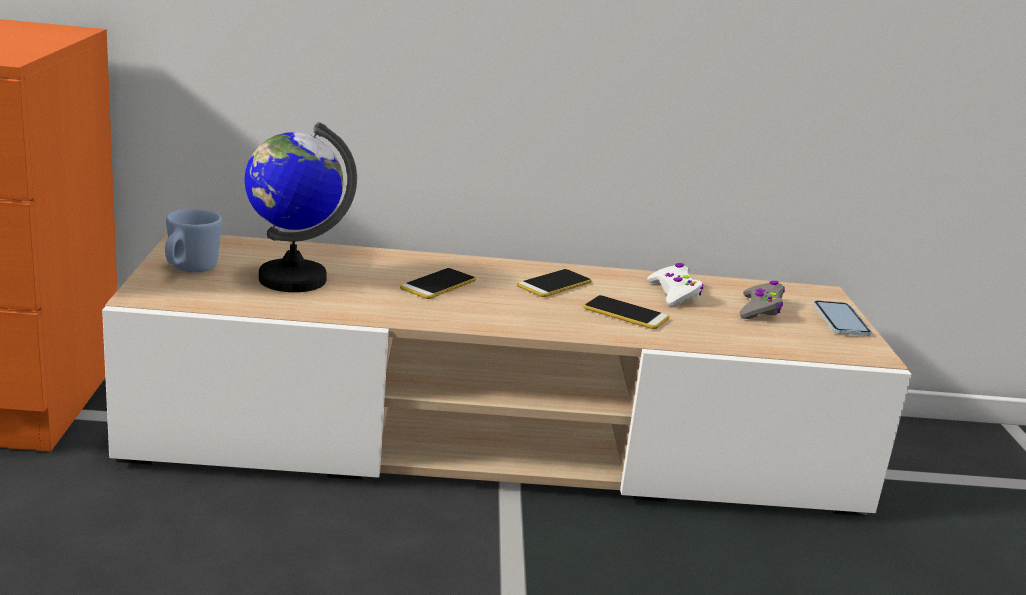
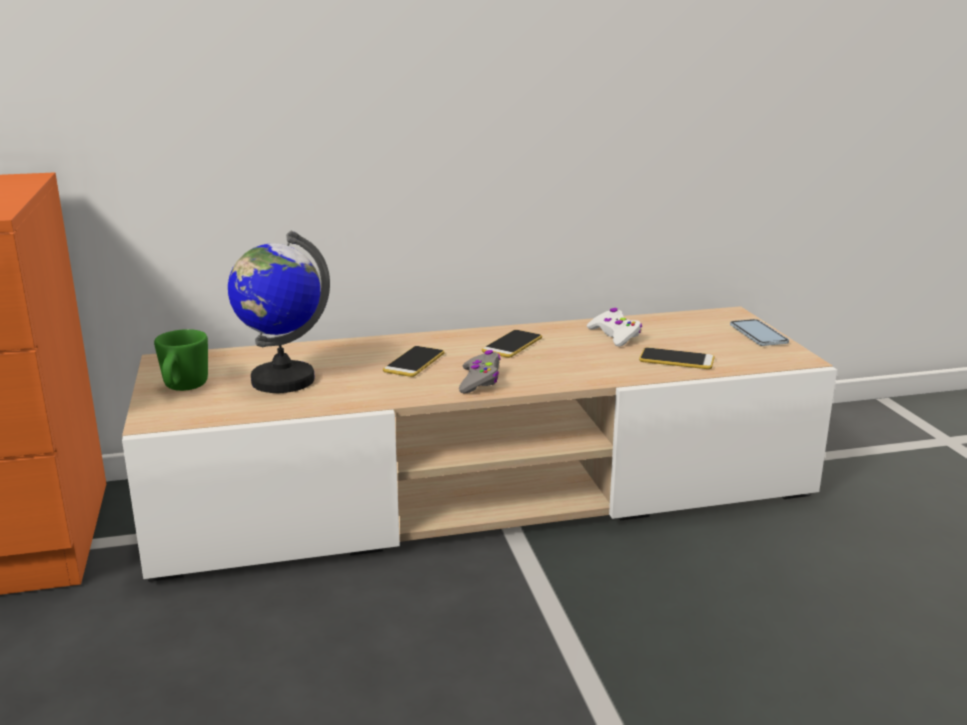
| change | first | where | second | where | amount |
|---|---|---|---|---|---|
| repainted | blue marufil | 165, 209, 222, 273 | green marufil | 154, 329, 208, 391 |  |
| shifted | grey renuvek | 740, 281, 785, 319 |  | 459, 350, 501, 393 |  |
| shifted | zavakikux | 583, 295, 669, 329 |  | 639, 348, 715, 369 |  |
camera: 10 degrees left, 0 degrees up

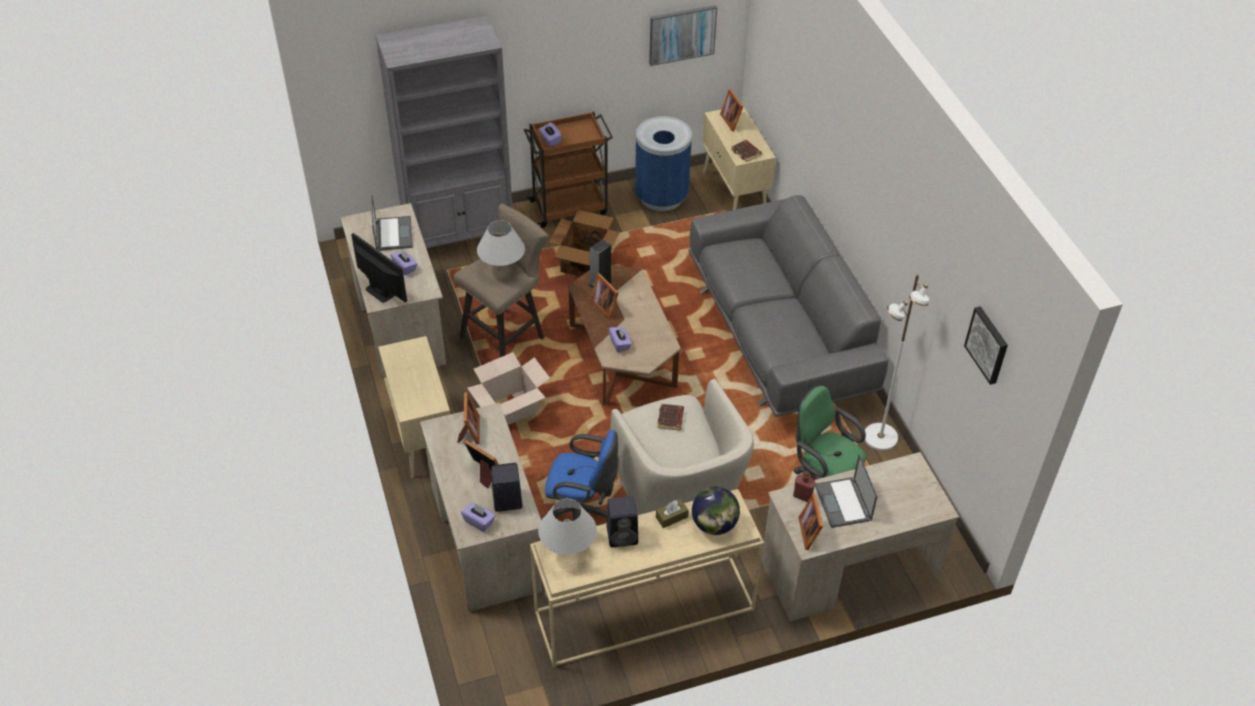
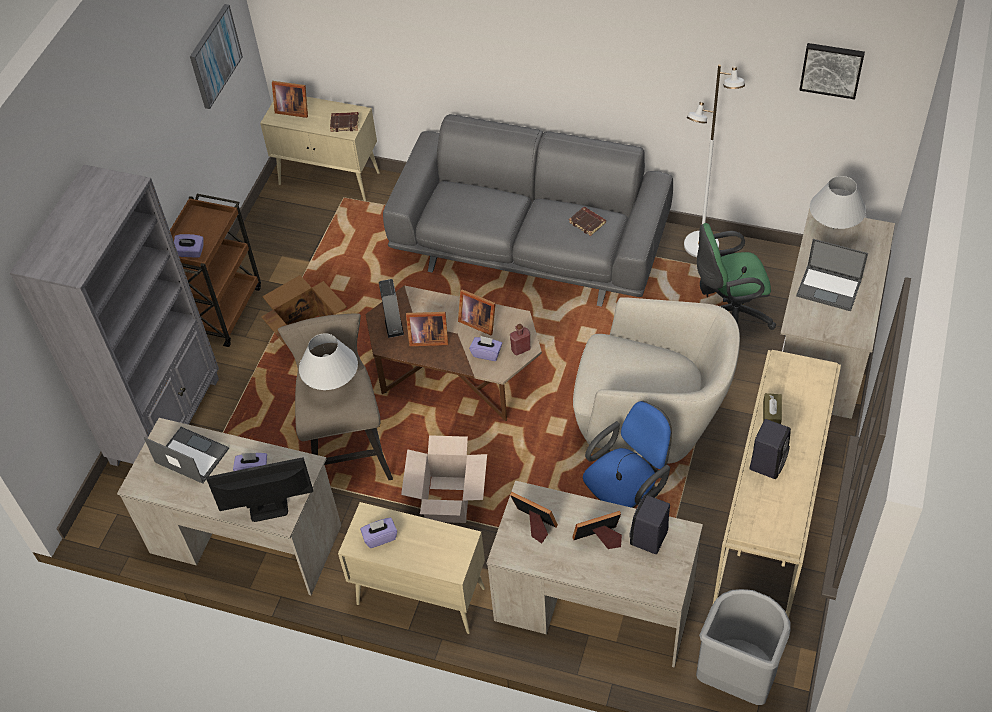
| change | first | where | second | where | amount |
|---|---|---|---|---|---|
| gone | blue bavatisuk | 635, 116, 692, 211 |  |  |  |
| shifted | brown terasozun | 658, 404, 684, 430 |  | 569, 207, 606, 236 |  |
| shifted | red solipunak | 793, 471, 816, 502 |  | 510, 324, 530, 355 |  |
| gone | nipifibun | 692, 487, 740, 535 |  |  |  |
| shifted | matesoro | 798, 494, 823, 550 |  | 458, 289, 496, 335 |  |
| shifted | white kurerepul | 538, 499, 597, 555 |  | 810, 176, 866, 230 |  |
| shifted | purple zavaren | 461, 503, 495, 532 |  | 360, 518, 397, 548 |  |
| new |  |  | grey bavatisuk | 696, 589, 790, 705 |  |
camera: 50 degrees left, 5 degrees up

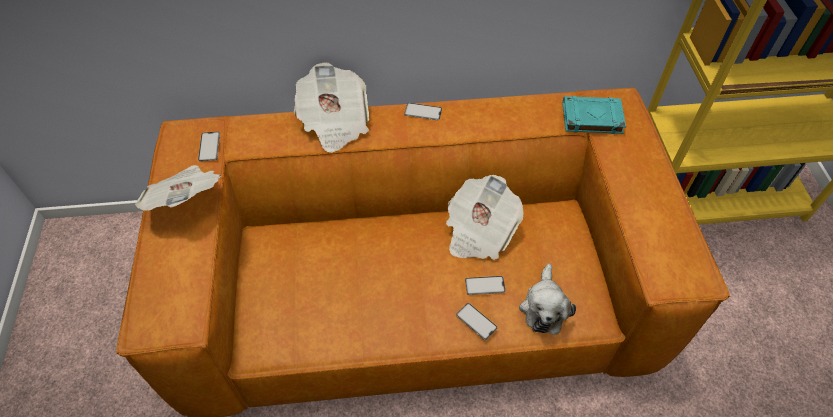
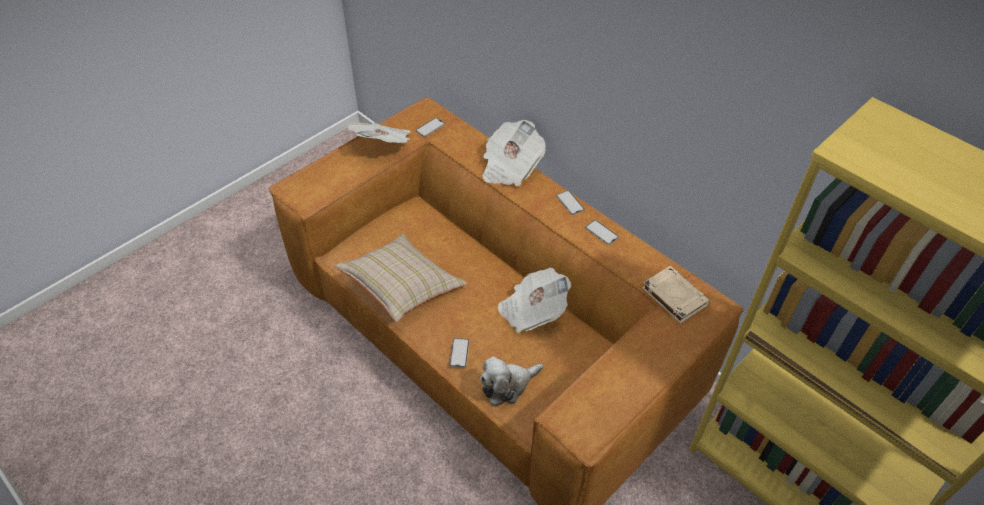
| change | first | where | second | where | amount |
|---|---|---|---|---|---|
| repainted | turquoise terasozun | 563, 96, 626, 134 | beige terasozun | 642, 266, 710, 324 |  |
| shifted | zavakikux | 465, 276, 505, 295 |  | 585, 220, 619, 245 |  |
| new |  |  | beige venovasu | 334, 234, 467, 322 |  |
camera: 50 degrees right, 5 degrees down

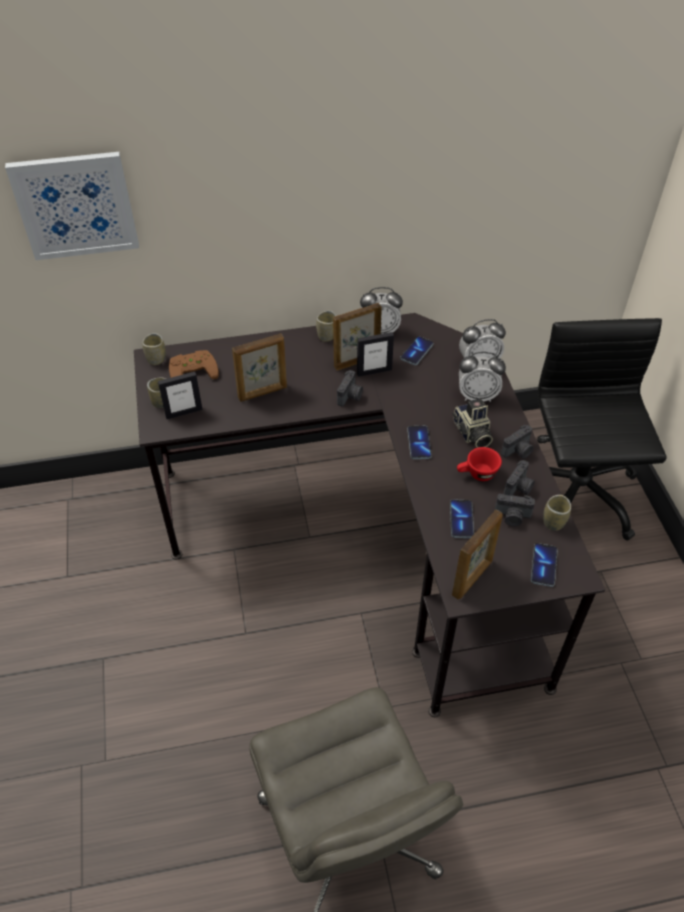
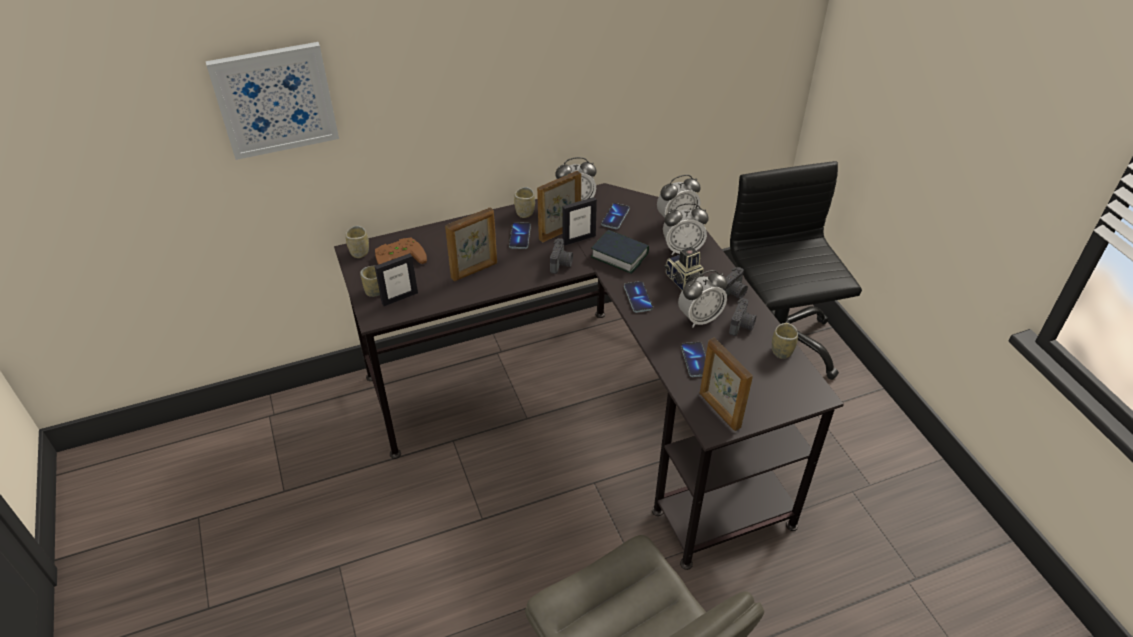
| change | first | where | second | where | amount |
|---|---|---|---|---|---|
| swapped | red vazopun | 457, 447, 502, 481 | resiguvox | 678, 270, 727, 327 |  |
| gone | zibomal | 495, 494, 535, 526 |  |  |  |
| rotated | matesoro | 452, 510, 503, 599 |  | 700, 337, 753, 431 | 120 degrees clockwise |
| shifted | zavakikux | 531, 543, 558, 587 |  | 509, 222, 531, 249 |  |
| new |  |  | terasozun | 591, 230, 649, 274 |  |
camera: 10 degrees left, 5 degrees down

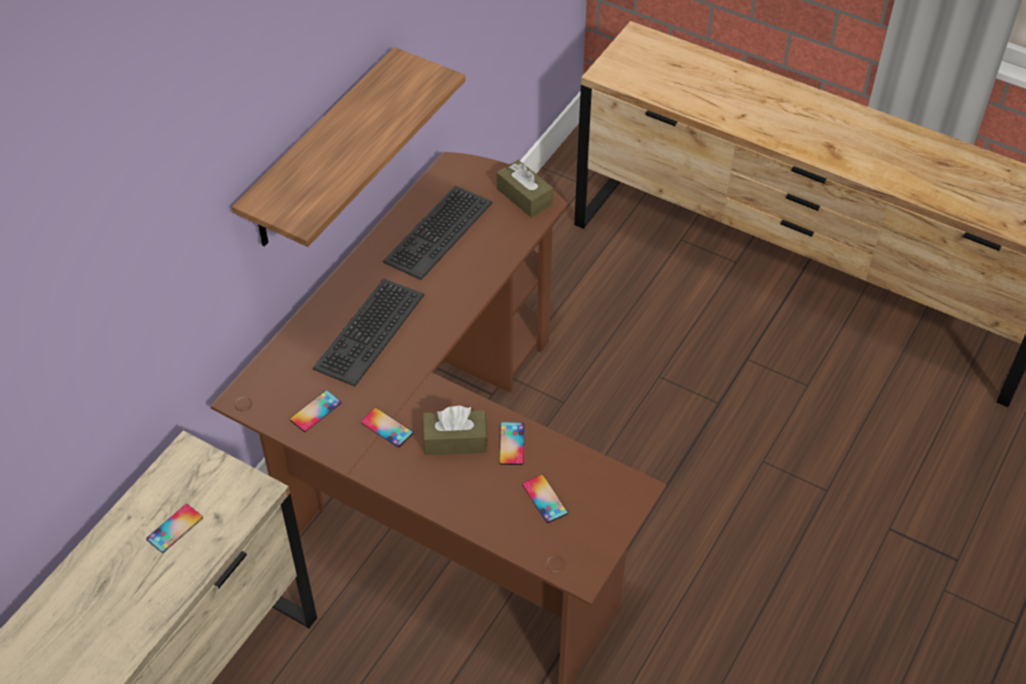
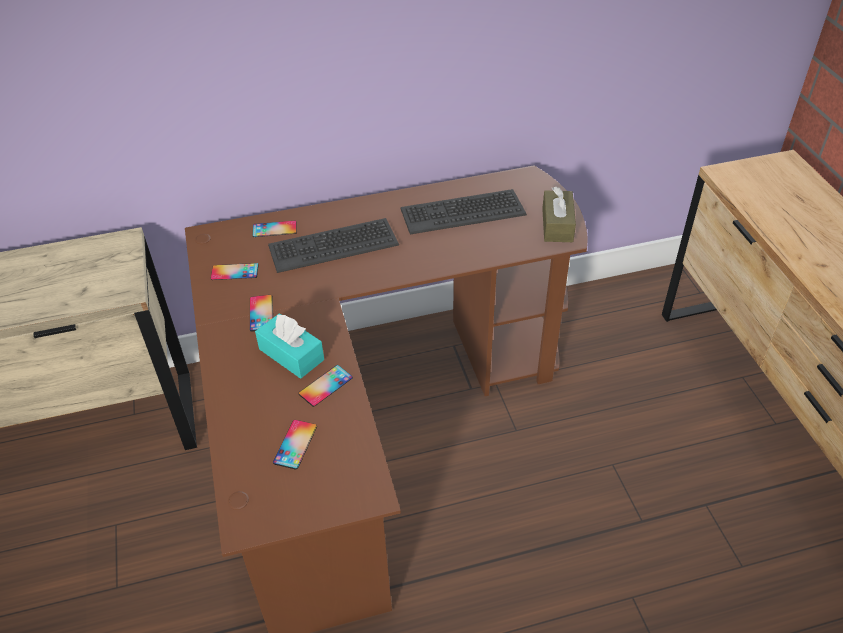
| change | first | where | second | where | amount |
|---|---|---|---|---|---|
| gone | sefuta | 232, 47, 466, 247 |  |  |  |
| repainted | brown zavaren | 422, 406, 488, 455 | turquoise zavaren | 255, 314, 324, 379 |  |
| shifted | zavakikux | 146, 504, 203, 553 |  | 253, 220, 297, 237 |  |
camera: 45 degrees right, 5 degrees down

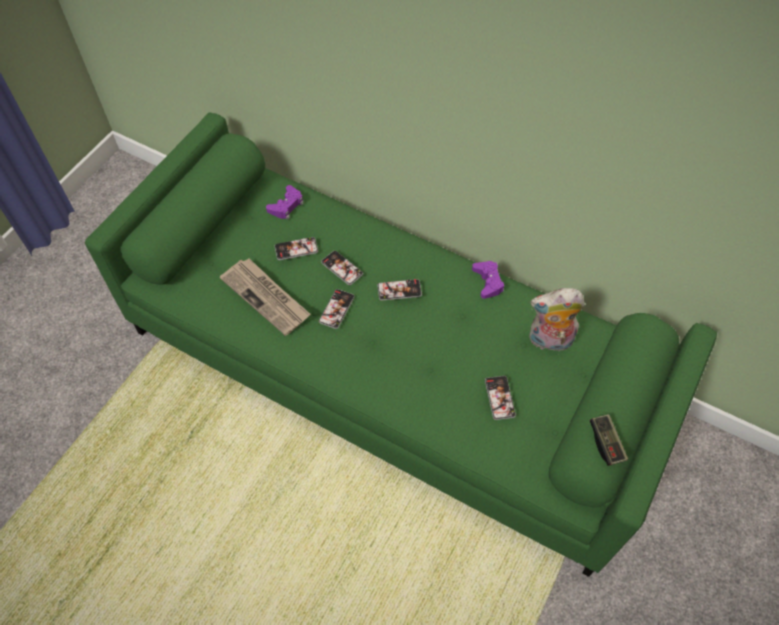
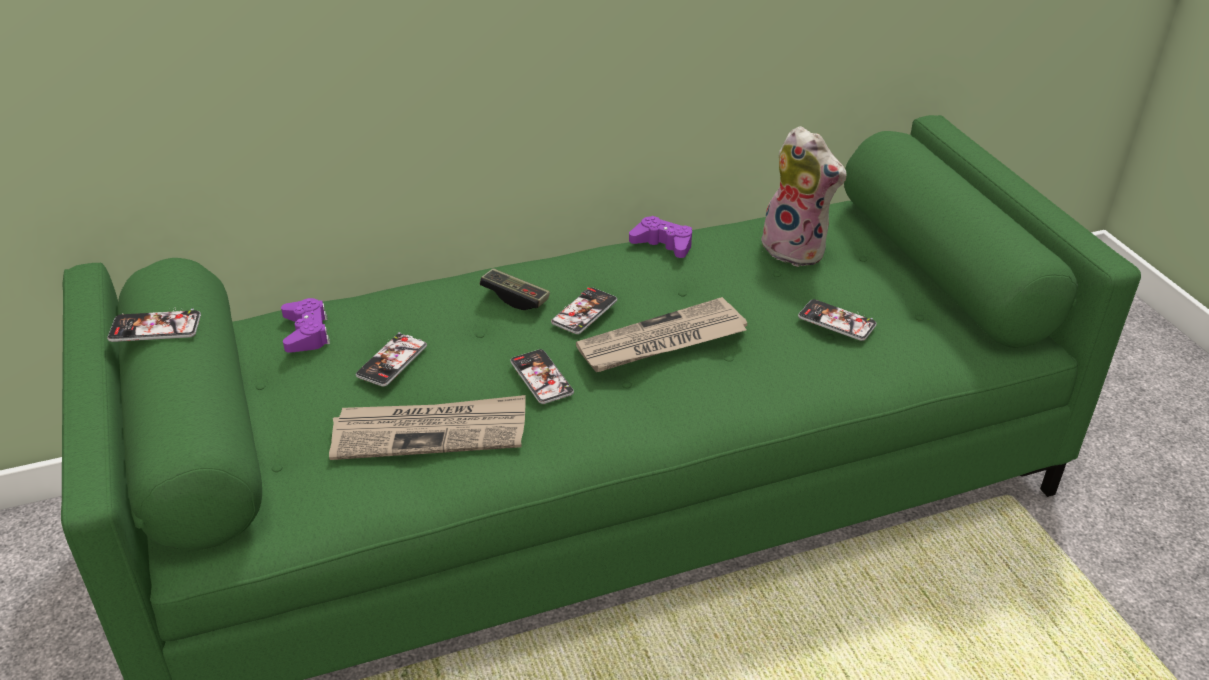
| change | first | where | second | where | amount |
|---|---|---|---|---|---|
| shifted | zavakikux | 321, 251, 363, 285 |  | 107, 308, 201, 342 |  |
| rotated | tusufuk | 529, 288, 585, 351 |  | 761, 126, 847, 267 | 90 degrees counterclockwise |
| shifted | renuvek | 590, 414, 628, 466 |  | 480, 268, 550, 310 |  |
| new |  |  | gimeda | 576, 297, 747, 372 |  |
camera: 50 degrees left, 20 degrees down

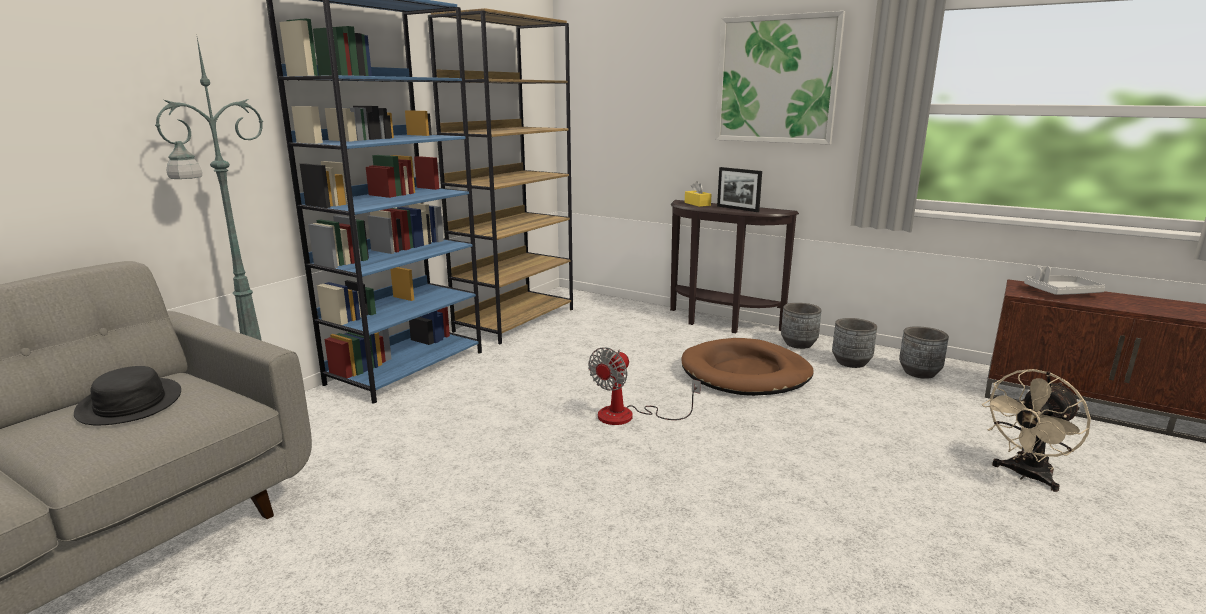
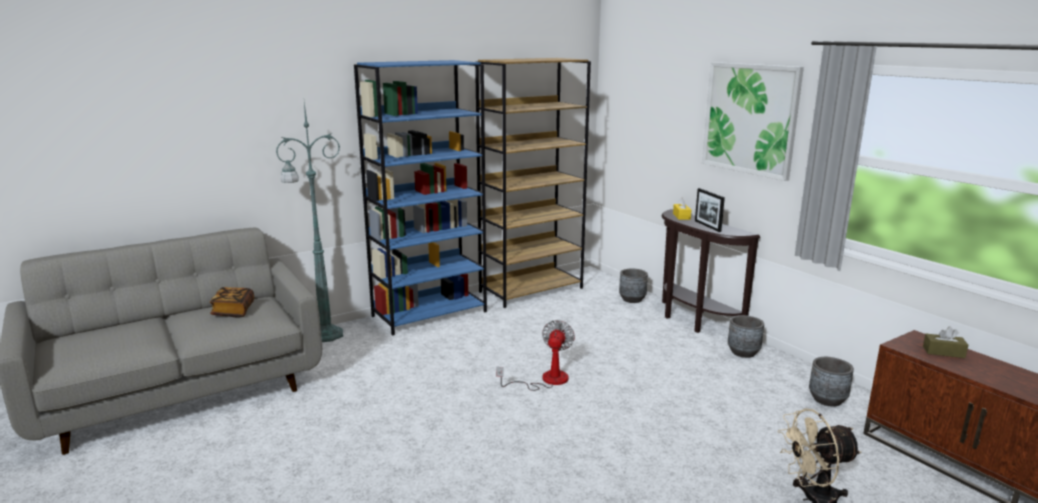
| change | first | where | second | where | amount |
|---|---|---|---|---|---|
| swapped | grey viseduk | 1024, 266, 1105, 295 | brown zavaren | 923, 327, 968, 358 |  |
| shifted | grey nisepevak | 832, 318, 877, 368 |  | 619, 269, 648, 303 |  |
| gone | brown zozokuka | 682, 338, 814, 396 |  |  |  |
| rotated | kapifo | 588, 347, 701, 425 |  | 496, 320, 575, 391 | 135 degrees clockwise |
| swapped | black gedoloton | 74, 366, 181, 425 | terasozun | 210, 287, 254, 318 |  |
camera: 25 degrees right, 0 degrees up

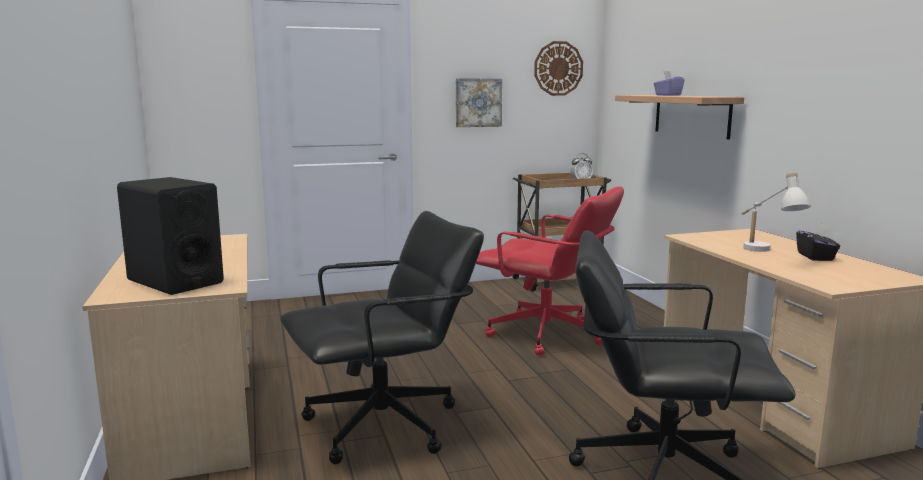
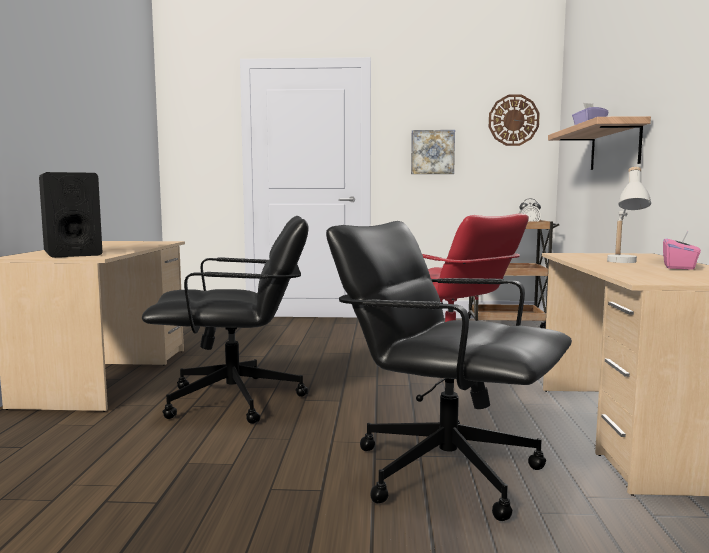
| change | first | where | second | where | amount |
|---|---|---|---|---|---|
| repainted | black zavaren | 796, 224, 840, 261 | pink zavaren | 663, 231, 701, 270 |  |
camera: 20 degrees right, 5 degrees down

